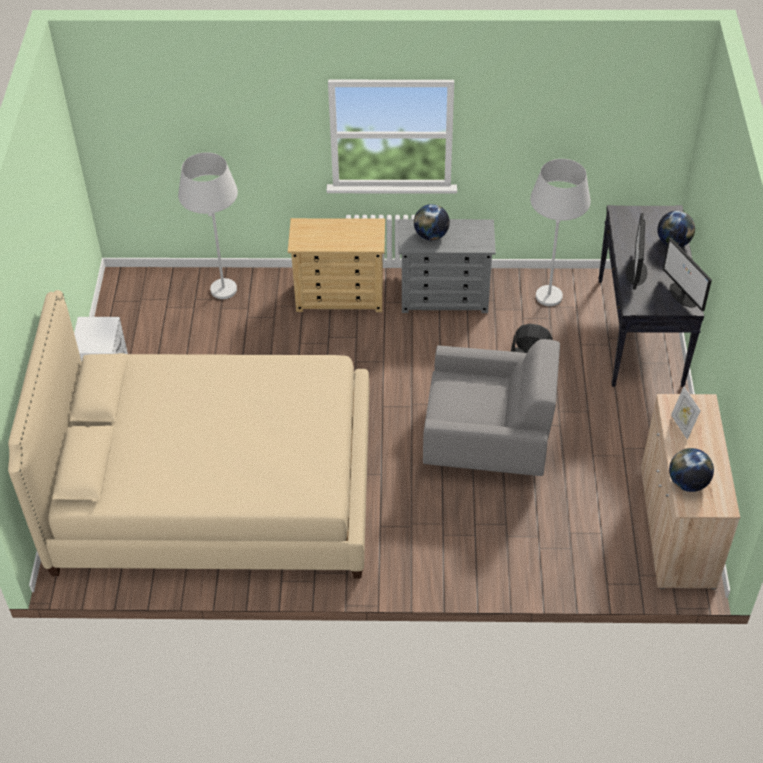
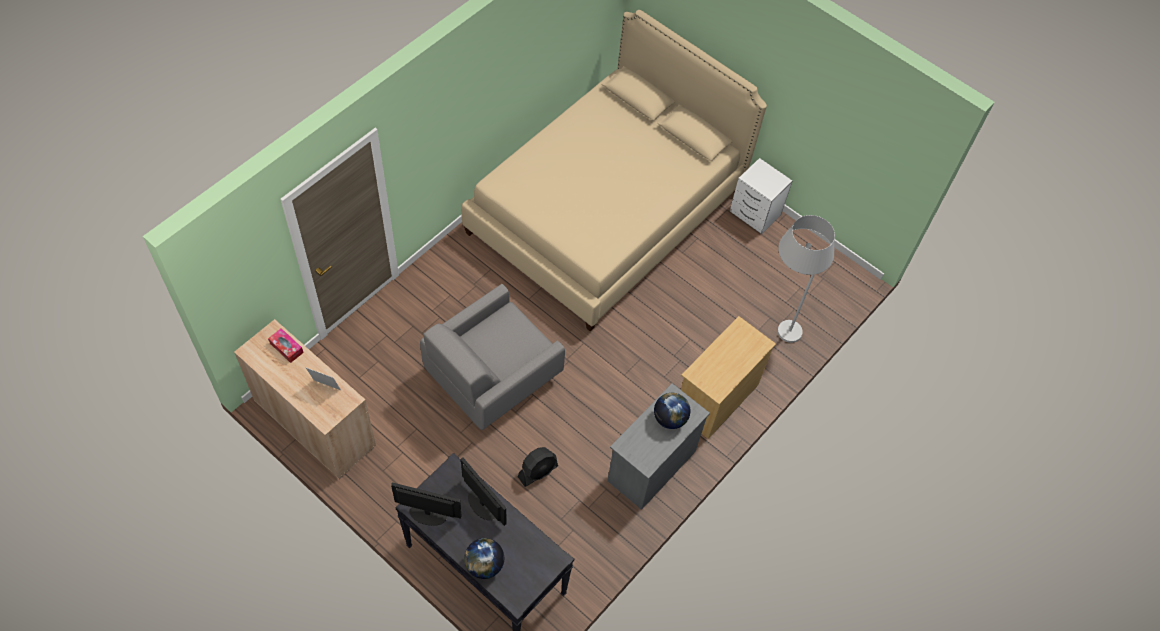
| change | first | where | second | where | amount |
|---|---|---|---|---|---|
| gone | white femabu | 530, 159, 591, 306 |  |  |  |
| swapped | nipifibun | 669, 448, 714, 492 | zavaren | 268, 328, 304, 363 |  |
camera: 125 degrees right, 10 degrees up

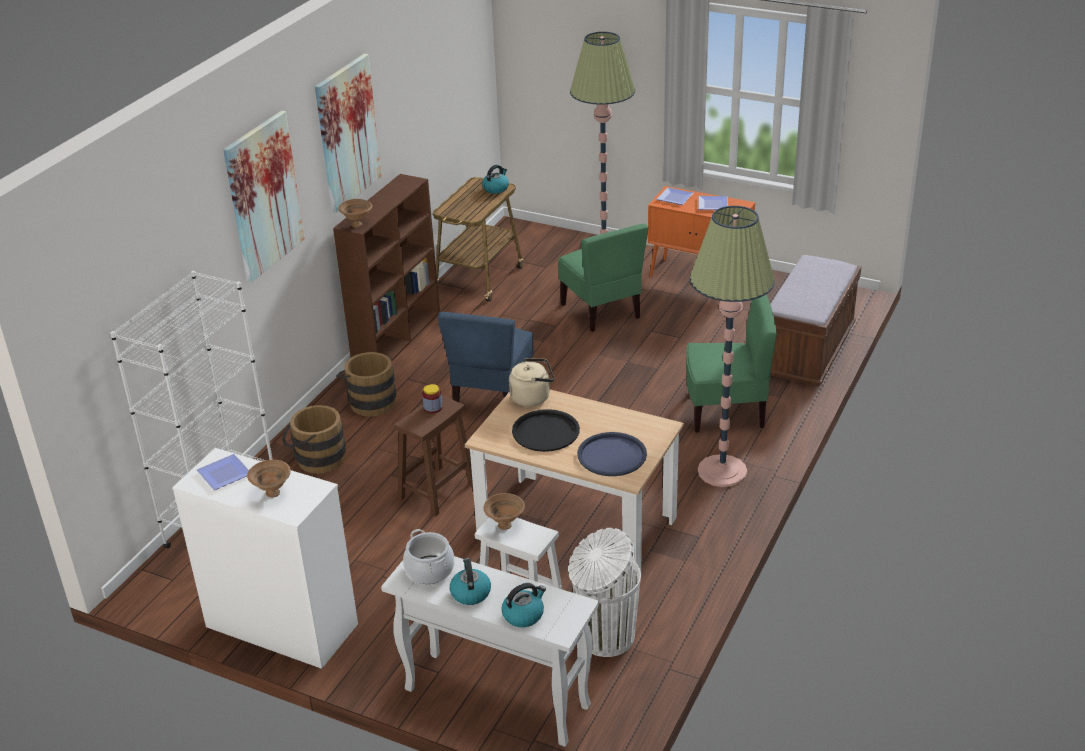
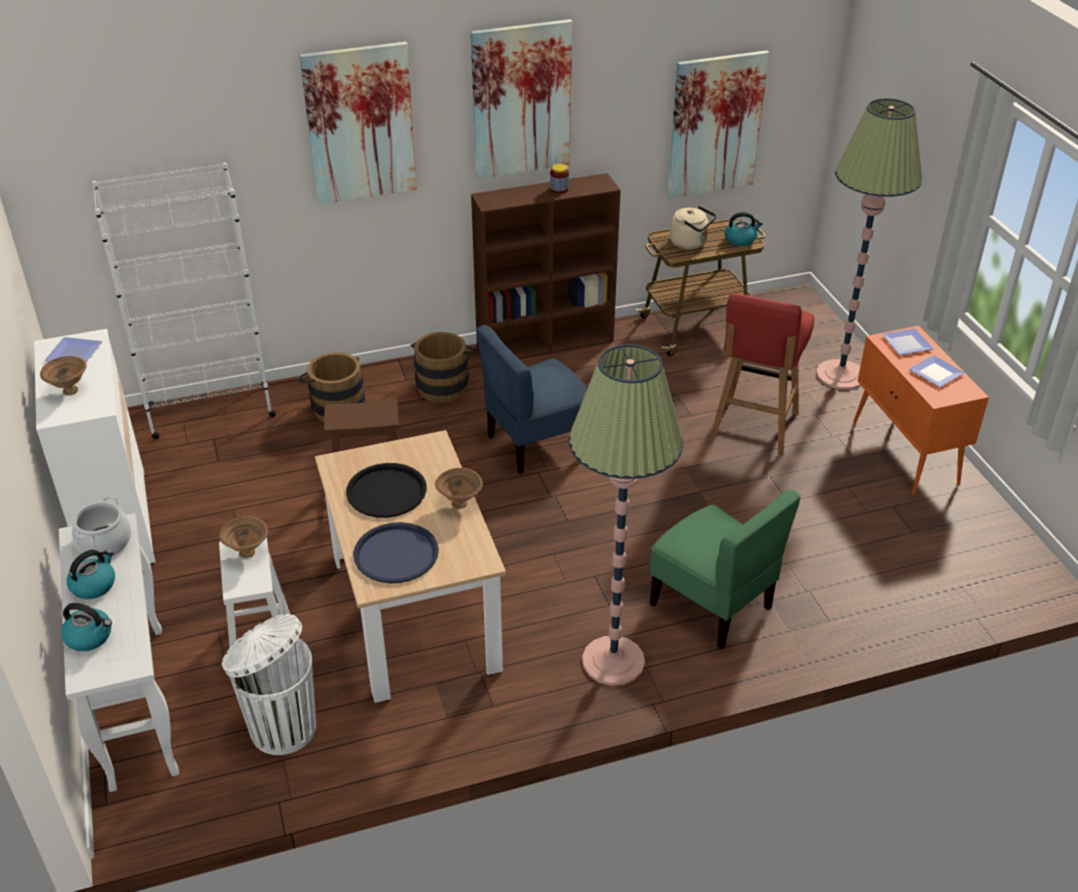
| change | first | where | second | where | amount |
|---|---|---|---|---|---|
| shifted | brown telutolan | 339, 199, 372, 227 |  | 435, 468, 483, 509 |  |
| swapped | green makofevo | 558, 223, 648, 332 | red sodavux | 710, 293, 815, 456 |  |
| gone | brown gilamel | 770, 255, 862, 387 |  |  |  |
| shifted | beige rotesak | 509, 358, 554, 407 |  | 670, 206, 717, 250 |  |
| shifted | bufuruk | 422, 384, 442, 413 |  | 550, 164, 569, 193 |  |
| new |  |  | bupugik | 668, 50, 769, 198 |  |
camera: 45 degrees right, 5 degrees up

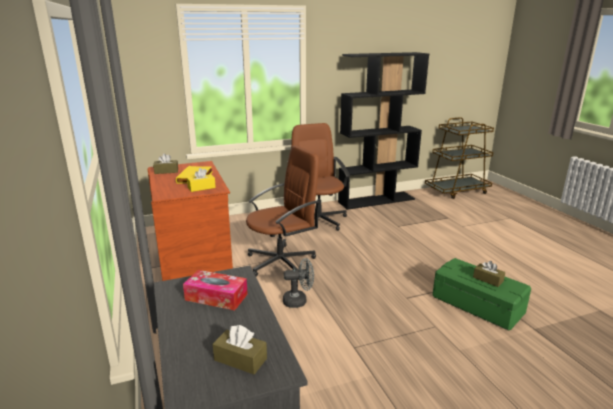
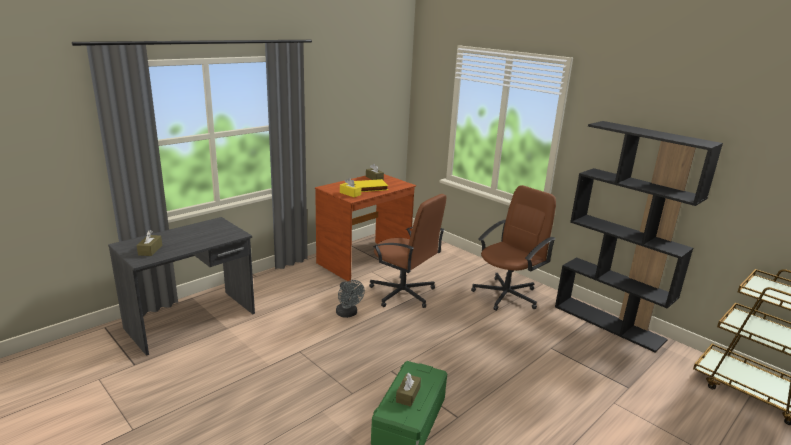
| change | first | where | second | where | amount |
|---|---|---|---|---|---|
| gone | zavaren | 183, 270, 248, 311 |  |  |  |
camera: 65 degrees right, 0 degrees up

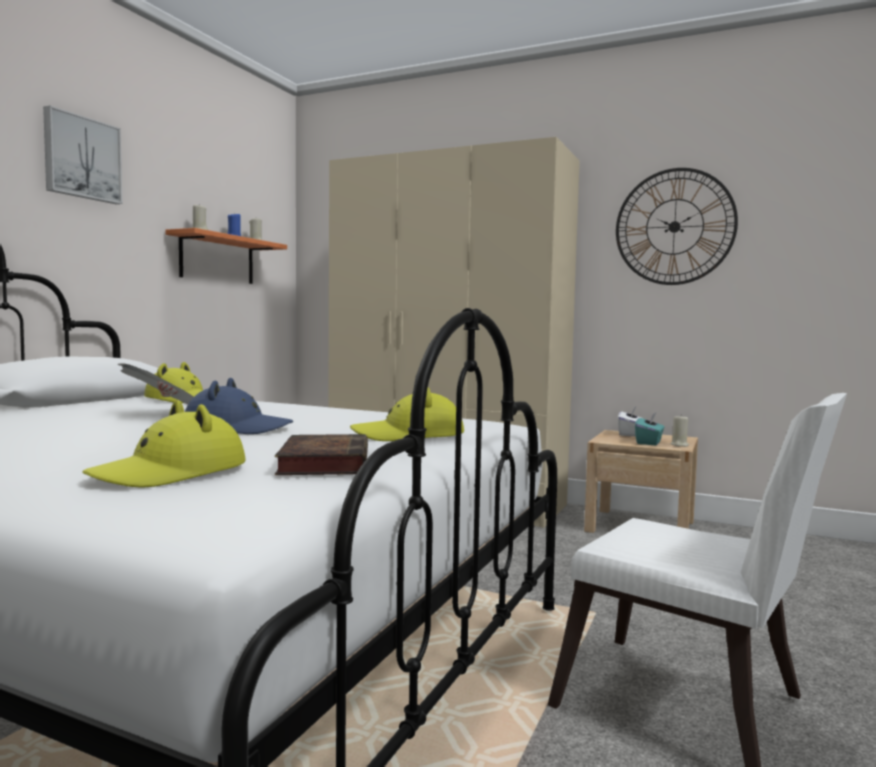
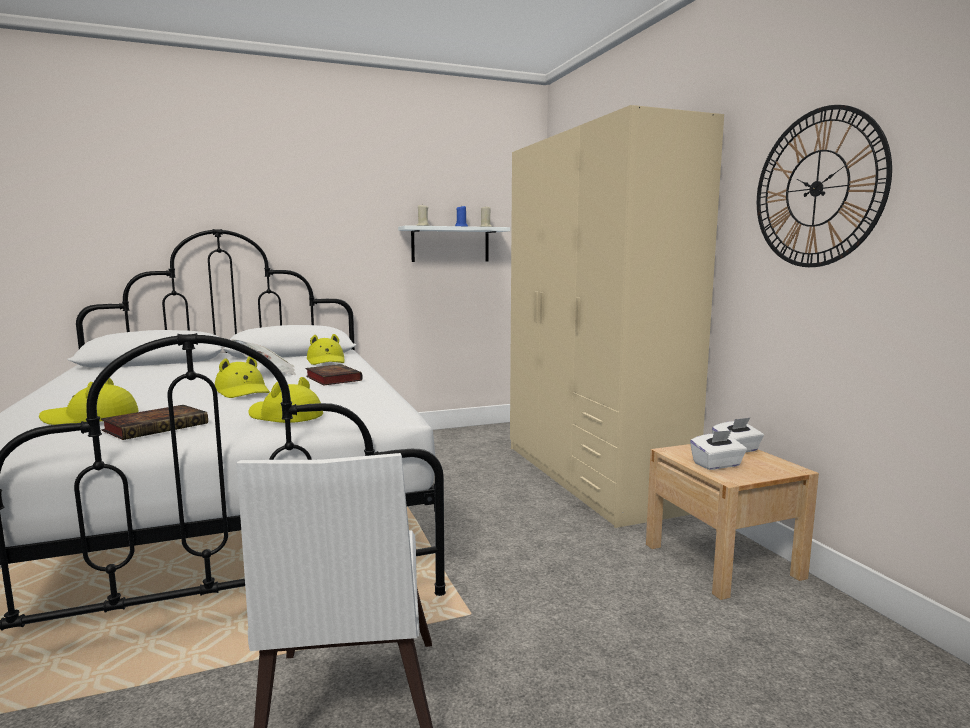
| change | first | where | second | where | amount |
|---|---|---|---|---|---|
| gone | bupugik | 43, 106, 123, 204 |  |  |  |
| repainted | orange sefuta | 165, 228, 287, 284 | white sefuta | 398, 225, 510, 262 |  |
| repainted | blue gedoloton | 185, 378, 293, 434 | yellow gedoloton | 215, 356, 270, 398 |  |
| repainted | turquoise zavaren | 635, 412, 665, 445 | white zavaren | 690, 430, 747, 470 |  |
| gone | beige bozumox | 670, 414, 689, 447 |  |  |  |
| new |  |  | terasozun | 305, 364, 363, 386 |  |
camera: 45 degrees right, 5 degrees up

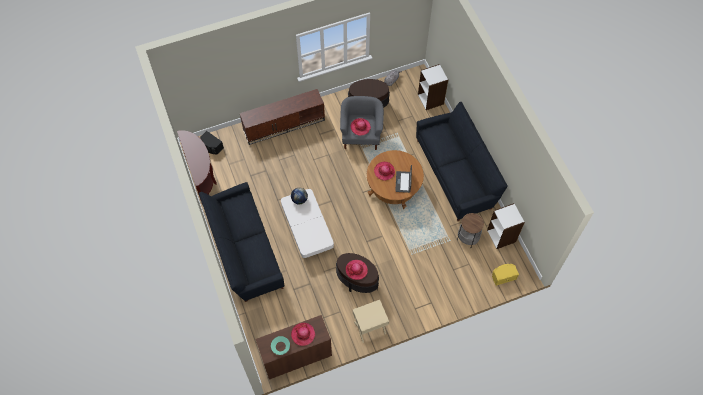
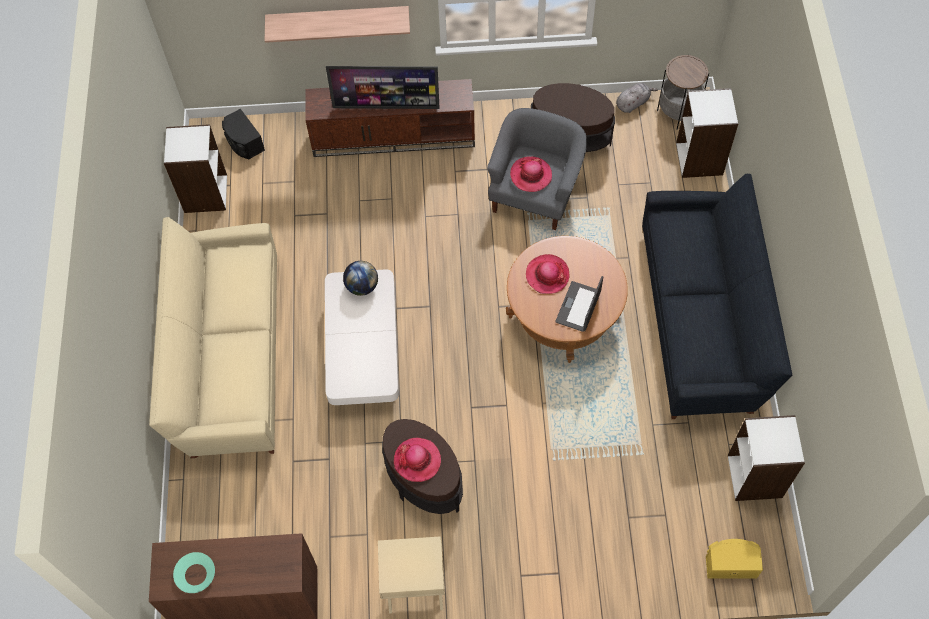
| change | first | where | second | where | amount |
|---|---|---|---|---|---|
| swapped | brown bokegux | 177, 130, 216, 203 | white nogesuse | 164, 124, 227, 213 |  |
| repainted | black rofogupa | 199, 182, 284, 302 | beige rofogupa | 149, 217, 277, 458 |  |
| shifted | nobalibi | 457, 213, 484, 247 |  | 657, 54, 709, 130 |  |
| gone | gedoloton | 291, 323, 315, 346 |  |  |  |
| new |  |  | sefuta | 265, 6, 410, 43 |  |
| new |  |  | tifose | 326, 66, 440, 109 |  |
camera: 20 degrees right, 0 degrees up

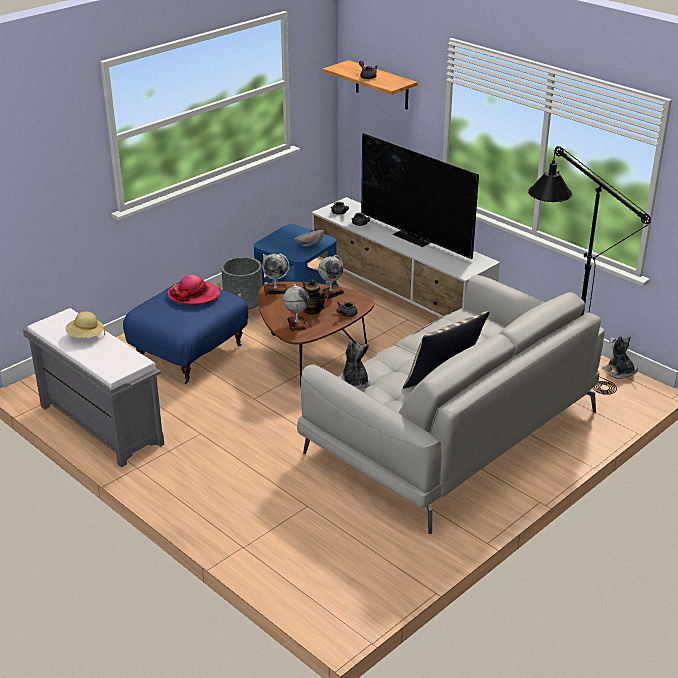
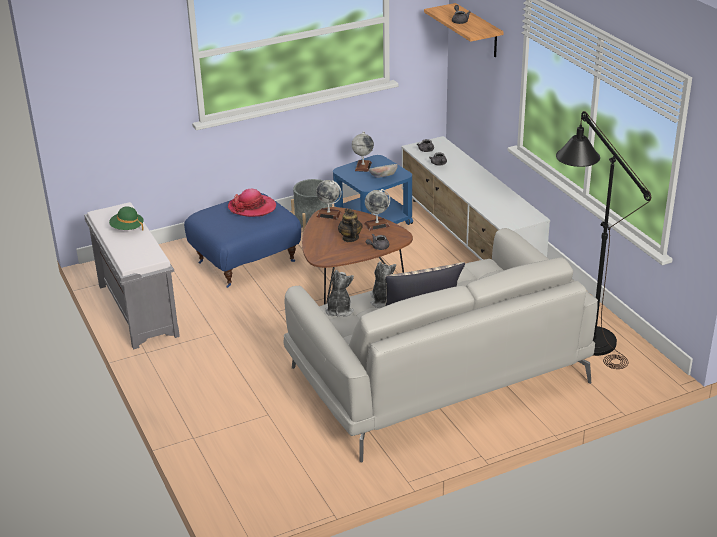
| change | first | where | second | where | amount |
|---|---|---|---|---|---|
| gone | tifose | 361, 133, 479, 259 |  |  |  |
| shifted | nipifibun | 283, 284, 309, 331 |  | 352, 131, 374, 172 |  |
| repainted | beige gedoloton | 66, 311, 105, 338 | green gedoloton | 109, 206, 144, 231 |  |
| shifted | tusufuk | 602, 336, 638, 379 |  | 370, 261, 396, 308 |  |
camera: 20 degrees right, 0 degrees up

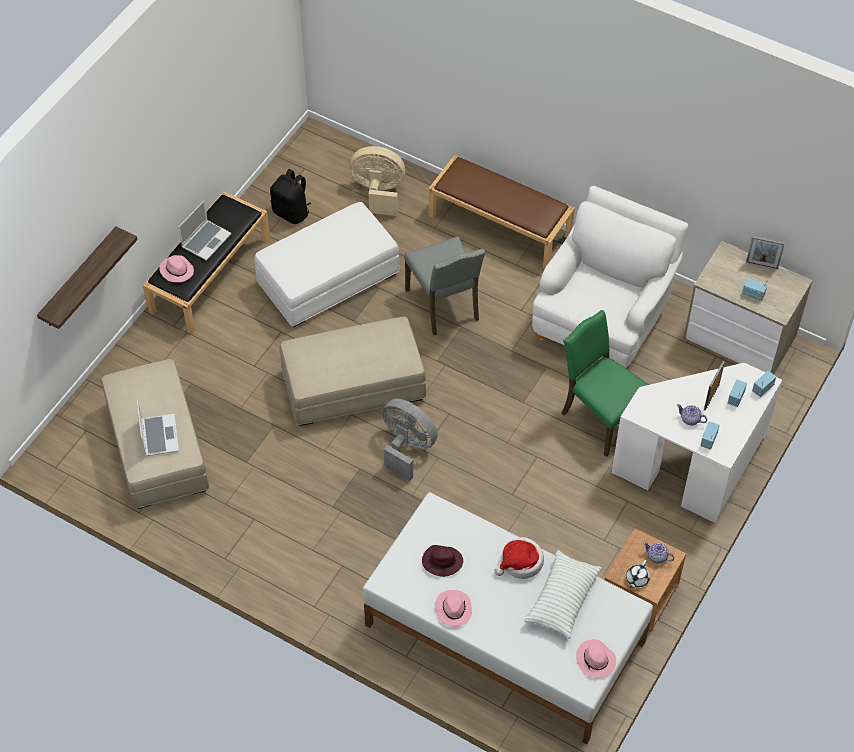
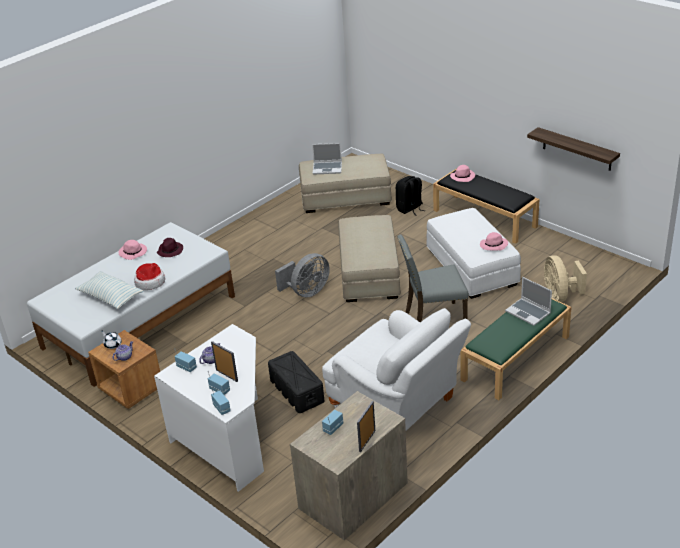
| change | first | where | second | where | amount |
|---|---|---|---|---|---|
| rotated | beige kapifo | 349, 146, 405, 216 |  | 544, 255, 587, 302 | 150 degrees clockwise |
| repainted | brown gilamel | 428, 155, 575, 269 | green gilamel | 460, 299, 572, 400 |  |
| shifted | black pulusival | 270, 169, 311, 224 |  | 396, 176, 425, 216 |  |
| shifted | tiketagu | 178, 200, 232, 261 |  | 505, 277, 552, 326 |  |
| shifted | sefuta | 37, 226, 138, 329 |  | 527, 127, 620, 171 |  |
| swapped | green makofevo | 561, 310, 649, 457 | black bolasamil | 268, 351, 324, 413 |  |
| shifted | pink gedoloton | 576, 639, 616, 679 |  | 480, 232, 508, 250 |  |
camera: 105 degrees right, 20 degrees down

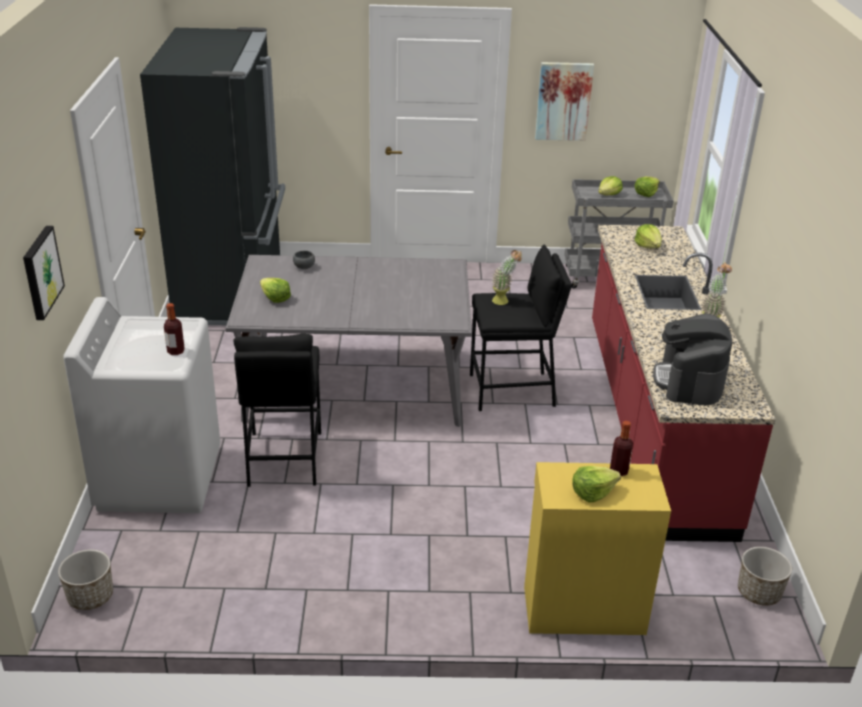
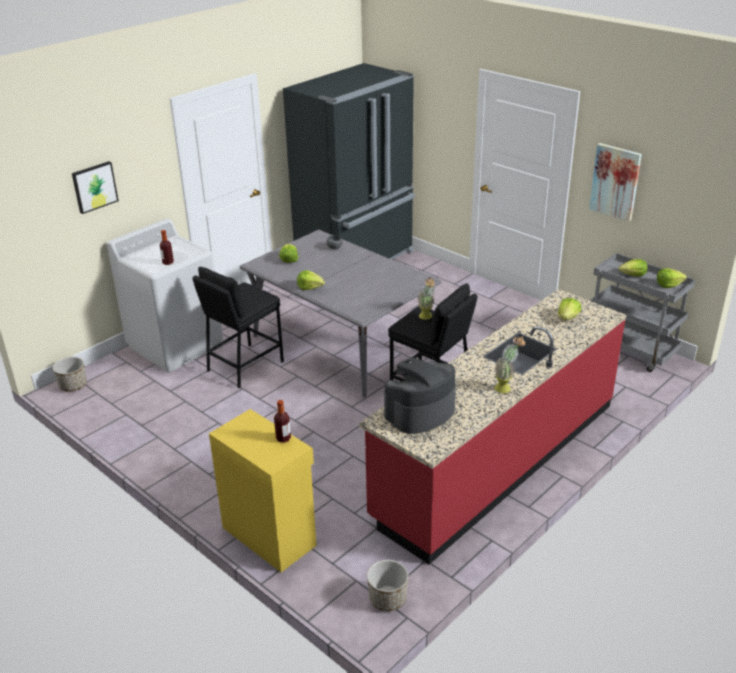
| change | first | where | second | where | amount |
|---|---|---|---|---|---|
| shifted | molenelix | 572, 466, 621, 503 |  | 297, 270, 325, 290 |  |
camera: 45 degrees right, 0 degrees up

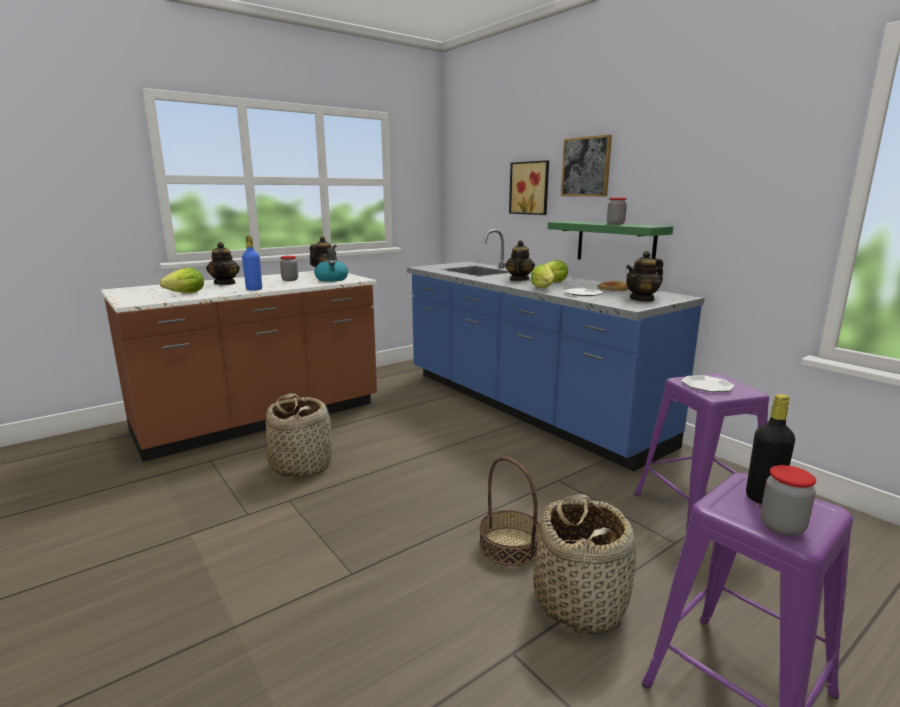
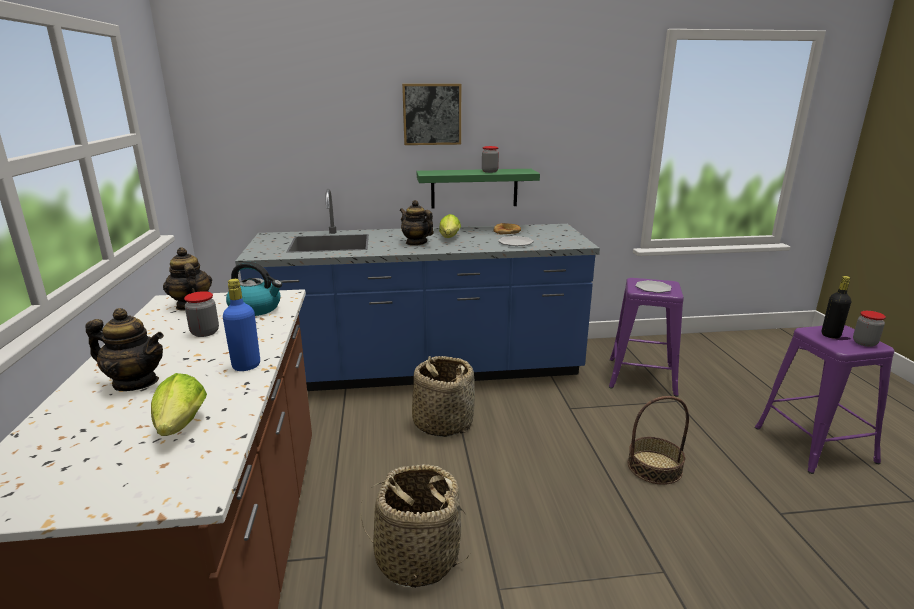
| change | first | where | second | where | amount |
|---|---|---|---|---|---|
| gone | bupugik | 509, 160, 549, 215 |  |  |  |
| gone | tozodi | 626, 251, 663, 302 |  |  |  |
| gone | molenelix | 530, 264, 554, 288 |  |  |  |
| shifted | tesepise | 533, 494, 636, 634 |  | 412, 356, 475, 437 |  |
camera: 60 degrees left, 5 degrees up

